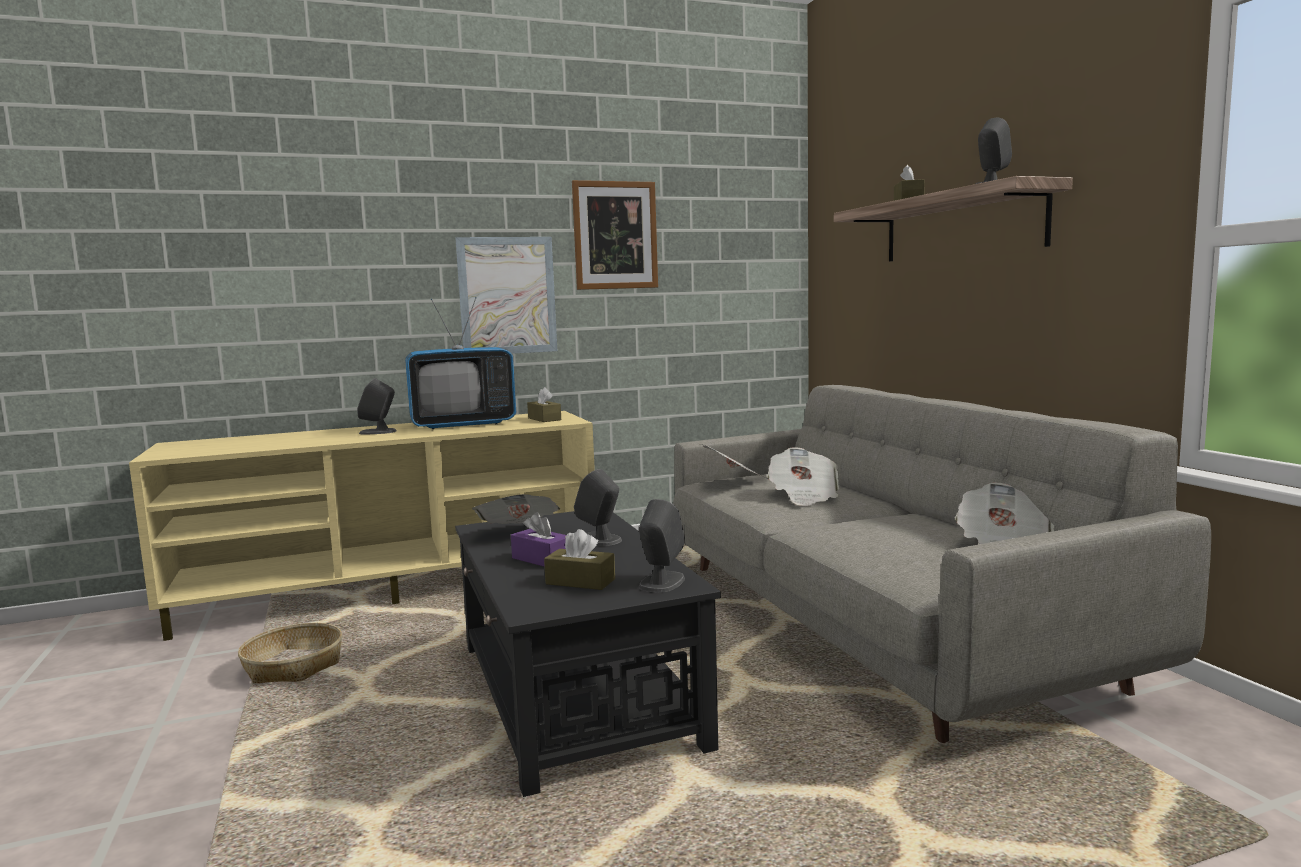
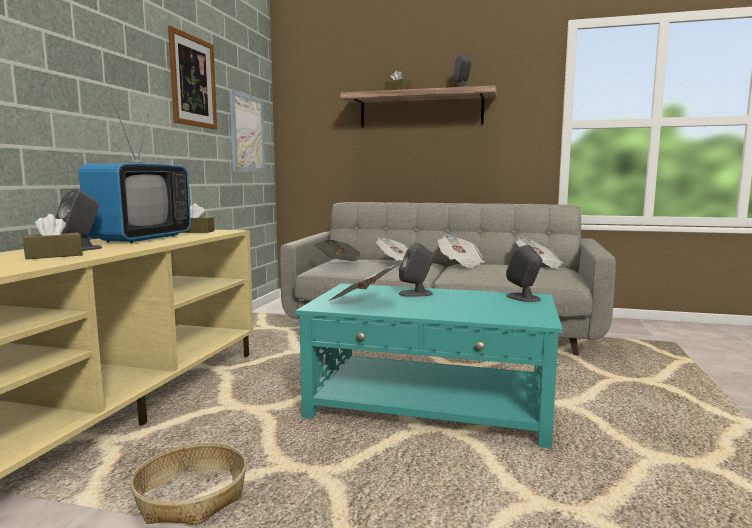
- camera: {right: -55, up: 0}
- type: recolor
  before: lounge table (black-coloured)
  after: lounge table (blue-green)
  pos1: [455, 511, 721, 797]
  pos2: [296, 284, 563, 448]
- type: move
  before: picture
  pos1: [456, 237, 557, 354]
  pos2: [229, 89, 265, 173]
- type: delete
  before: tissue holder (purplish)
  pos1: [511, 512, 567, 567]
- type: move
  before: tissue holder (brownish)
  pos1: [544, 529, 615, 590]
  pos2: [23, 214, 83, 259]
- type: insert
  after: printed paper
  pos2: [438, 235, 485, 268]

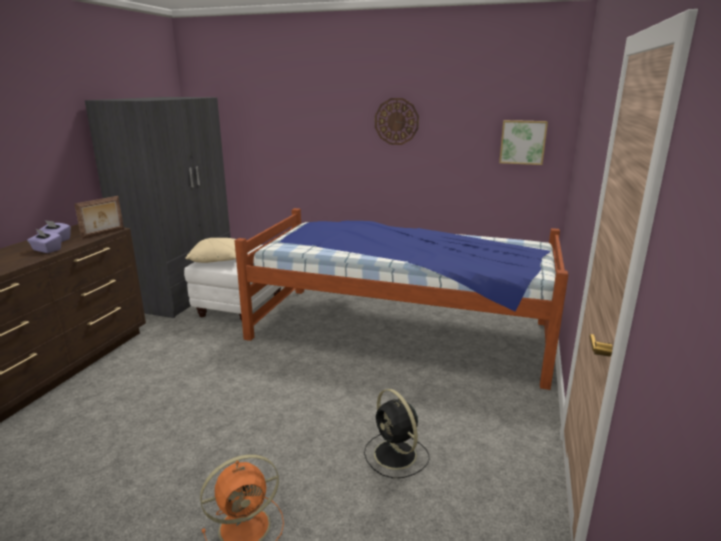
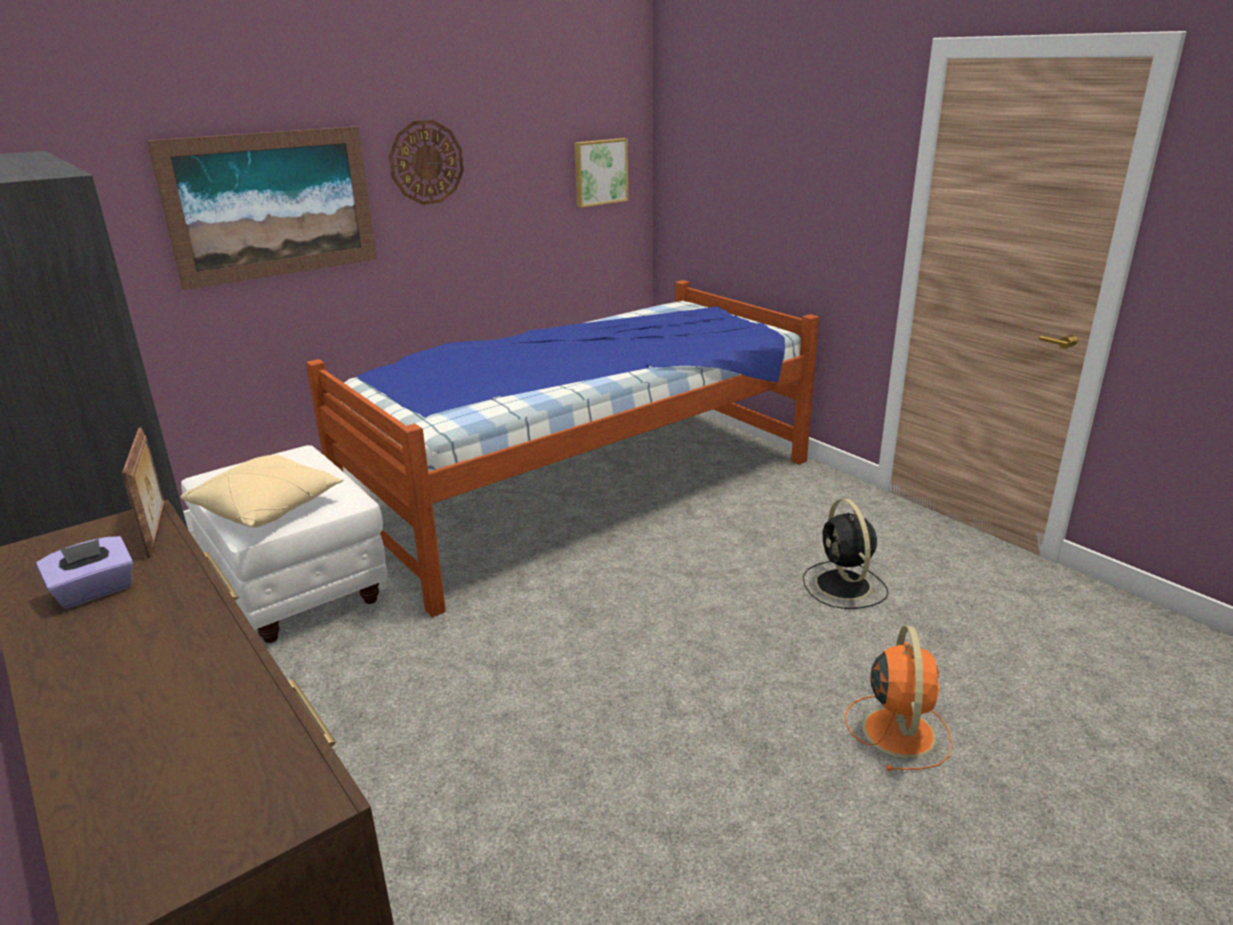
- camera: {right: -55, up: 5}
- type: delete
  before: tissue holder (purplish)
  pos1: [27, 229, 61, 253]
- type: rotate
  before: fan (black-coloured)
  pos1: [364, 389, 429, 478]
  pos2: [803, 499, 889, 609]
  turn: 75
- type: insert
  after: picture
  pos2: [147, 126, 377, 290]

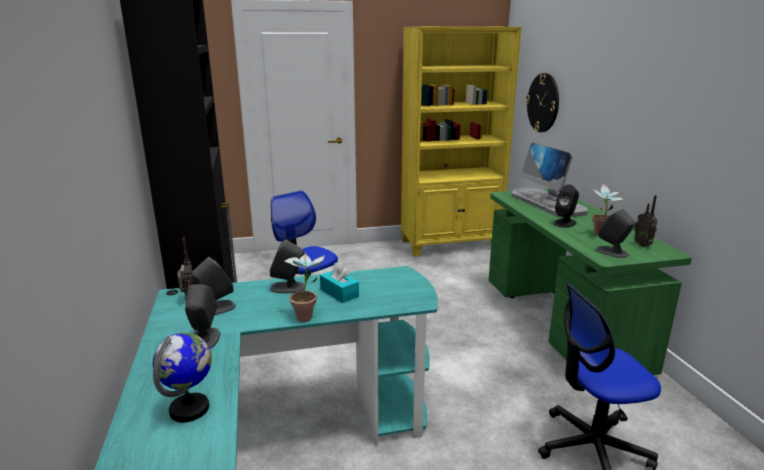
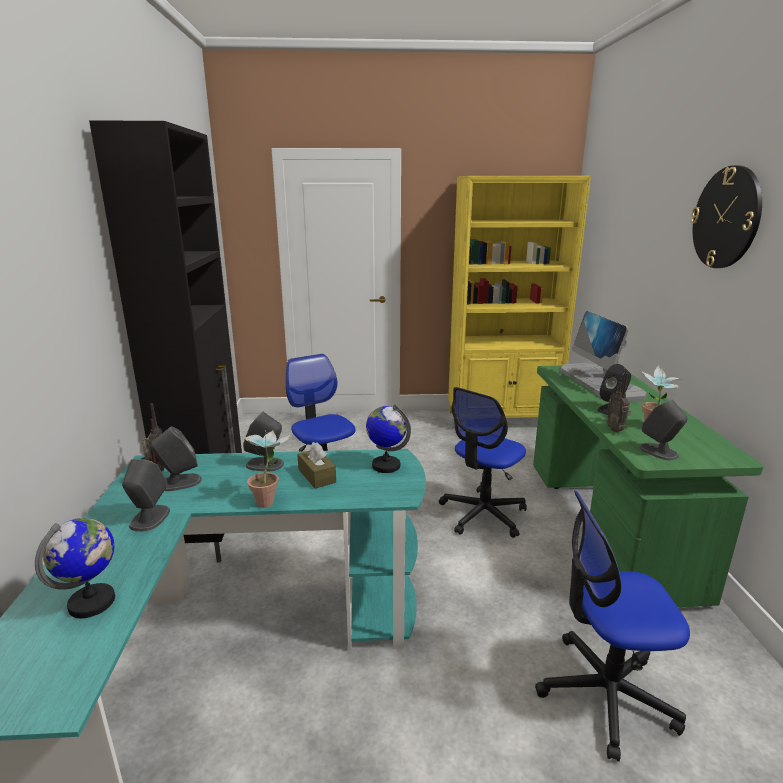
- camera: {right: 10, up: 0}
- type: recolor
  before: tissue holder (blue-green)
  after: tissue holder (brownish)
  pos1: [320, 263, 359, 303]
  pos2: [297, 442, 336, 488]
- type: move
  before: wall clock
  pos1: [526, 73, 559, 132]
  pos2: [691, 165, 762, 268]
- type: move
  before: radio set
  pos1: [634, 195, 657, 247]
  pos2: [607, 373, 631, 432]
- type: insert
  after: desk globe
  pos2: [366, 404, 411, 473]
- type: insert
  after: office chair
  pos2: [439, 387, 527, 538]

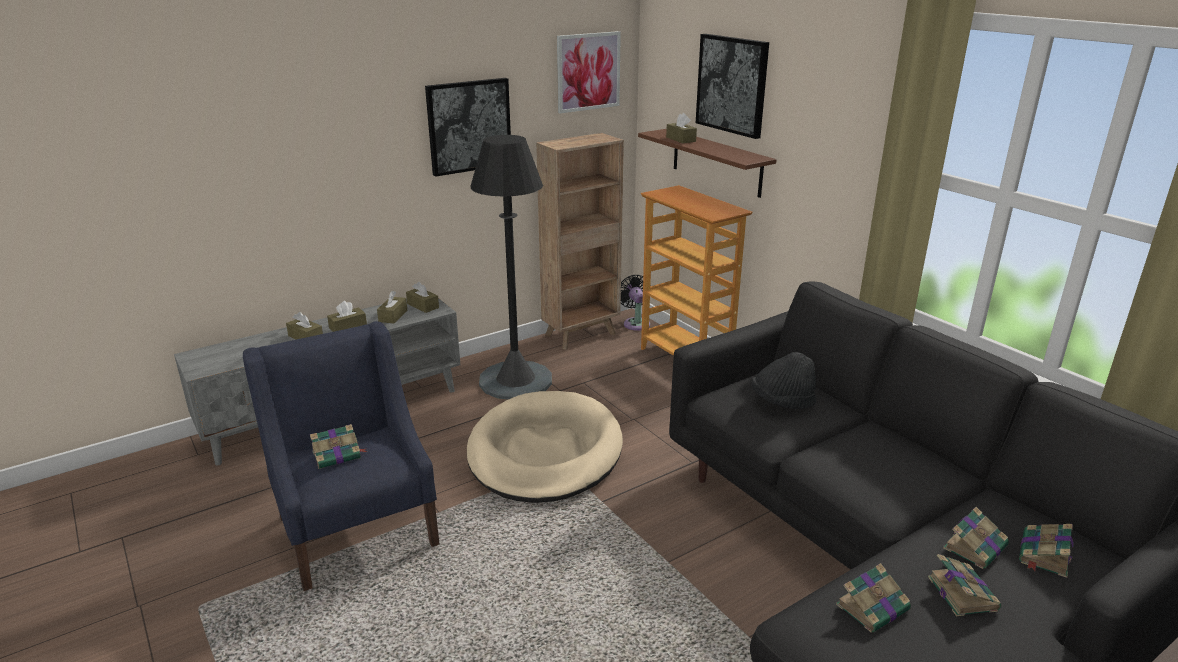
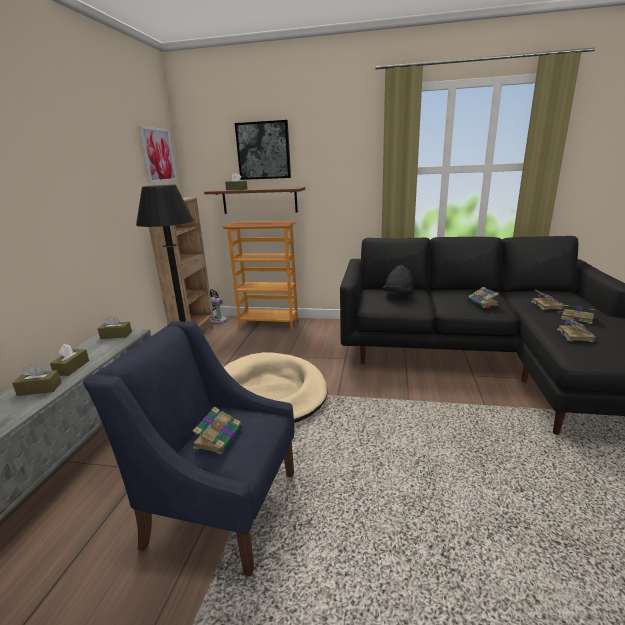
- camera: {right: -45, up: -5}
- type: delete
  before: tissue holder (brownish)
  pos1: [377, 291, 407, 324]
- type: delete
  before: picture
  pos1: [425, 78, 511, 177]
- type: move
  before: bound book
  pos1: [1019, 524, 1074, 578]
  pos2: [468, 287, 499, 308]

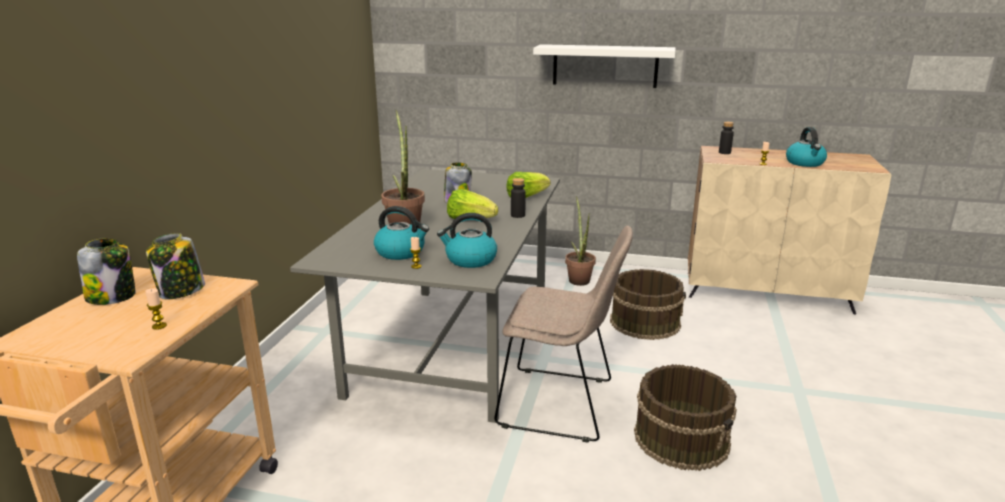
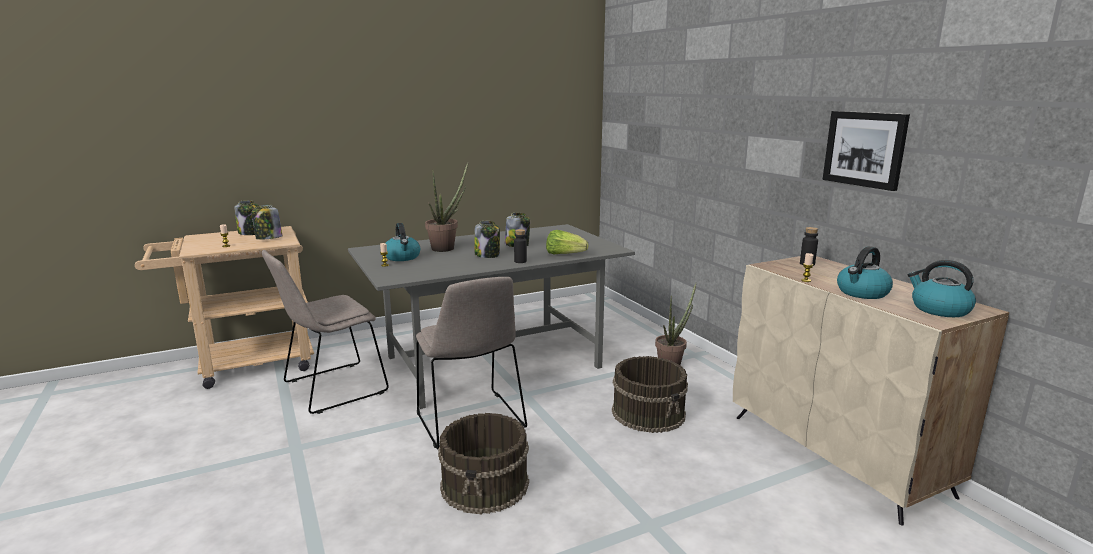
- camera: {right: 50, up: -5}
- type: move
  before: tea kettle
  pos1: [437, 213, 497, 268]
  pos2: [908, 260, 976, 317]
- type: replace
  before: lettuce head
  after: preserve jar
  pos1: [447, 189, 498, 219]
  pos2: [474, 221, 500, 258]
- type: delete
  before: bracket shelf (whitish)
  pos1: [533, 44, 675, 88]
- type: insert
  after: chair (beige-coloured)
  pos2: [262, 250, 389, 414]
- type: insert
  after: picture
  pos2: [822, 111, 910, 191]

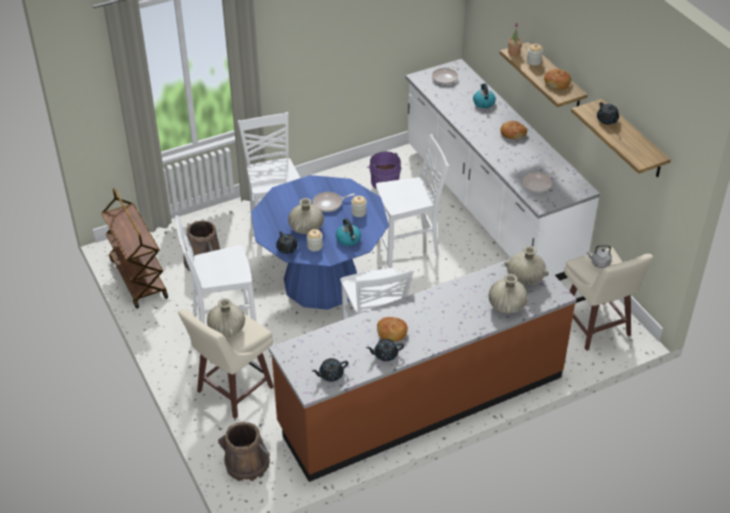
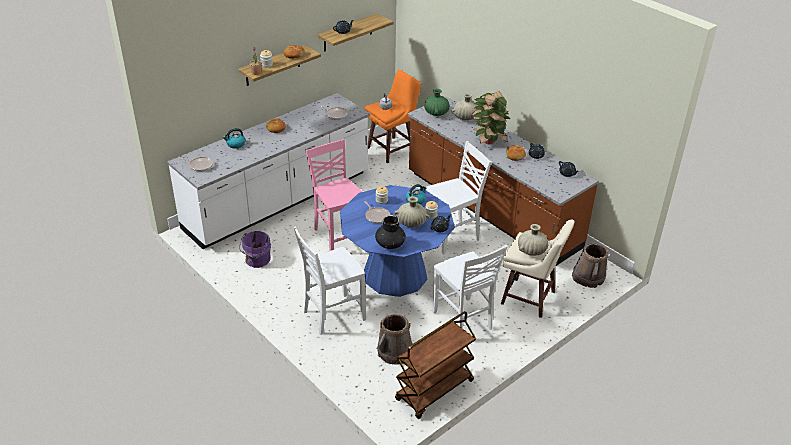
- camera: {right: -105, up: -5}
- type: recolor
  before: chair (whitish)
  after: chair (pink-coloured)
  pos1: [376, 134, 449, 267]
  pos2: [305, 139, 363, 251]
- type: recolor
  before: decorative vase (beige-coloured)
  after: decorative vase (green)
  pos1: [504, 246, 549, 285]
  pos2: [424, 89, 450, 116]
- type: recolor
  before: stool seat (beige-coloured)
  after: stool seat (orange)
  pos1: [564, 247, 653, 351]
  pos2: [365, 70, 421, 163]
- type: insert
  after: decorative vase (black-coloured)
  pos2: [375, 215, 406, 249]
- type: insert
  after: plant in a pot
  pos2: [472, 91, 511, 144]

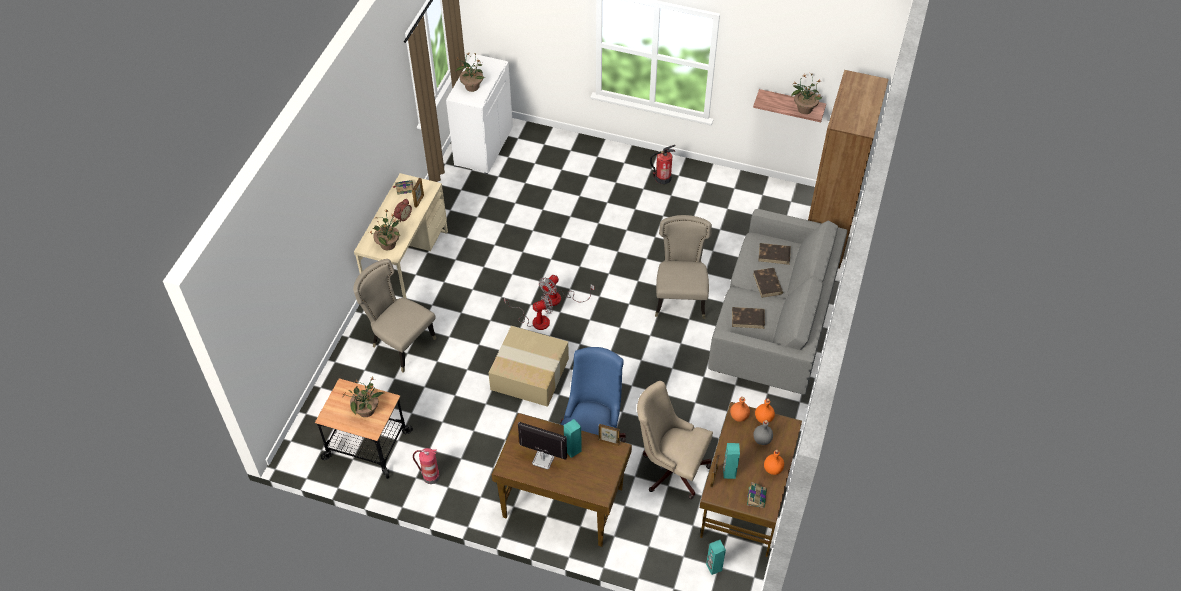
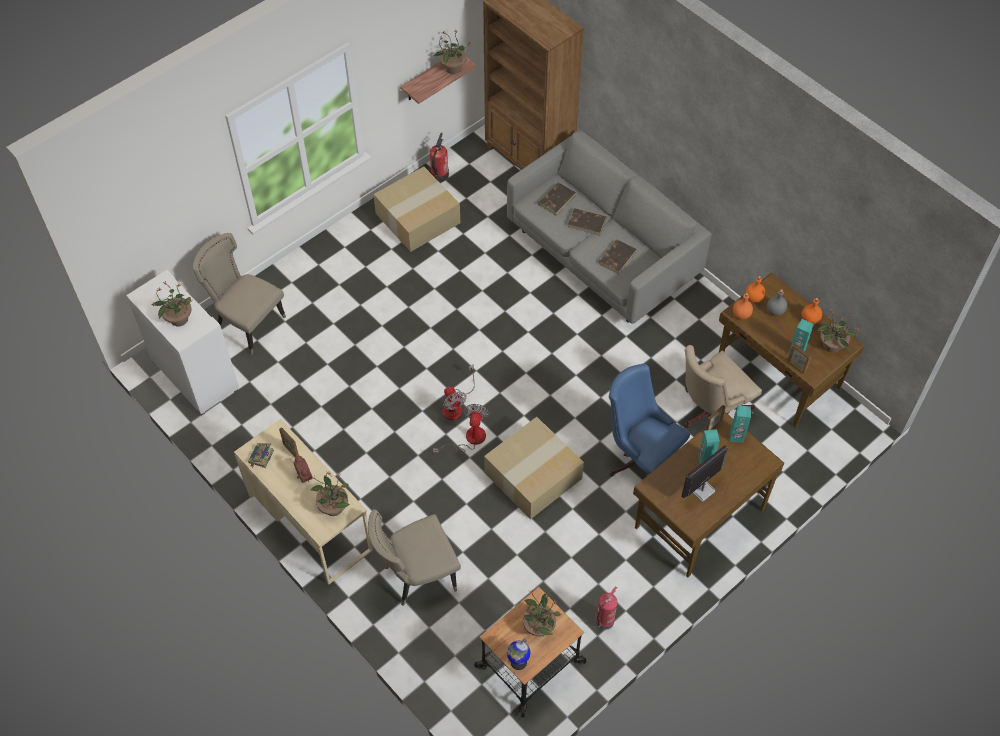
- camera: {right: -60, up: 5}
- type: move
  before: fire-fighting cylinder
  pos1: [650, 145, 676, 184]
  pos2: [430, 133, 449, 182]
- type: move
  before: chair (beige-coloured)
  pos1: [655, 215, 712, 319]
  pos2: [193, 233, 286, 355]
- type: move
  before: audio speaker (blue-green)
  pos1: [706, 540, 726, 575]
  pos2: [730, 405, 751, 443]
- type: replace
  before: bound book
  after: plant in a pot
  pos1: [747, 482, 767, 508]
  pos2: [817, 310, 860, 353]
- type: insert
  after: carton
  pos2: [373, 166, 460, 252]
- type: insert
  after: desk globe
  pos2: [507, 639, 530, 670]

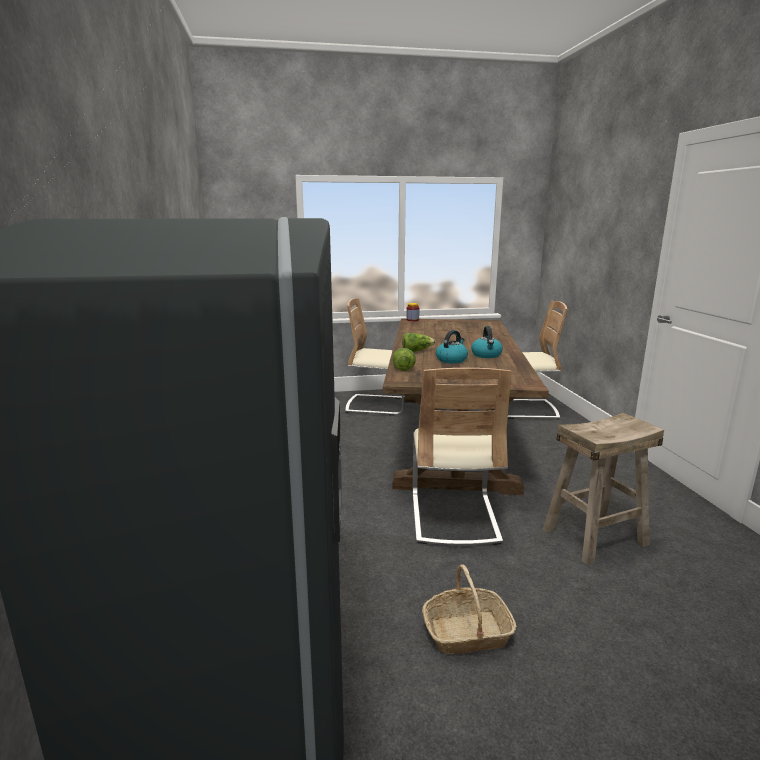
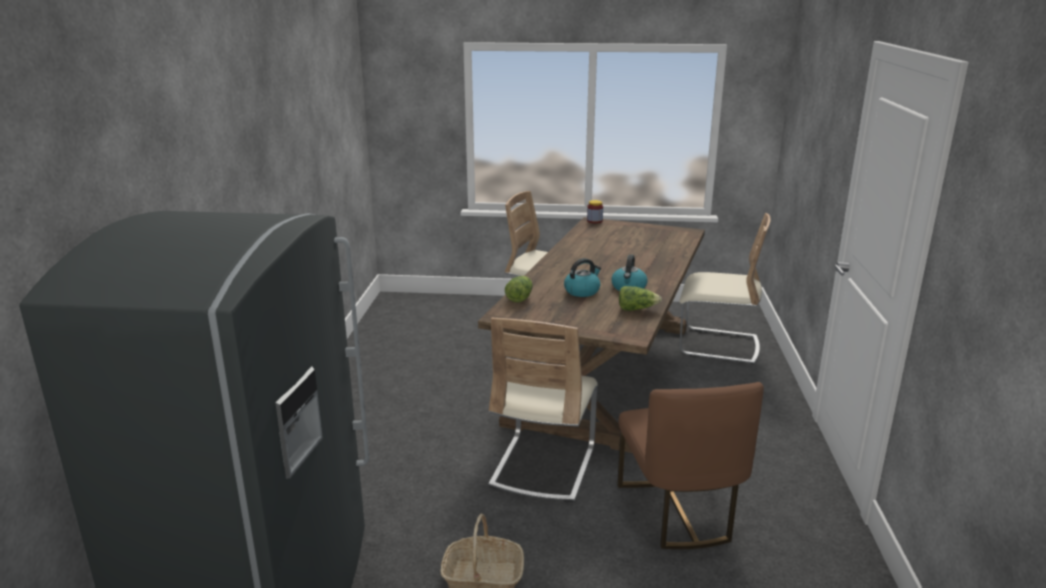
- camera: {right: 15, up: 5}
- type: move
  before: lettuce head
  pos1: [402, 333, 435, 352]
  pos2: [619, 286, 662, 311]
- type: replace
  before: stool seat (beige-coloured)
  after: chair (brownish)
  pos1: [543, 413, 664, 565]
  pos2: [617, 382, 764, 549]

